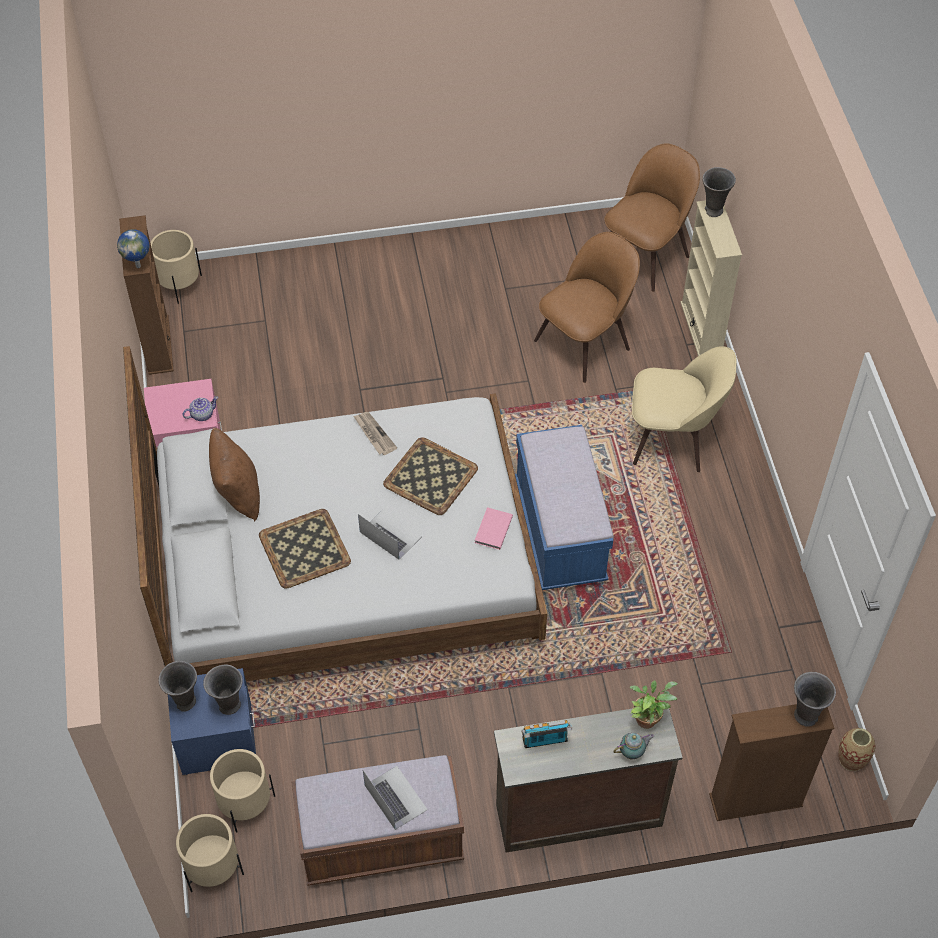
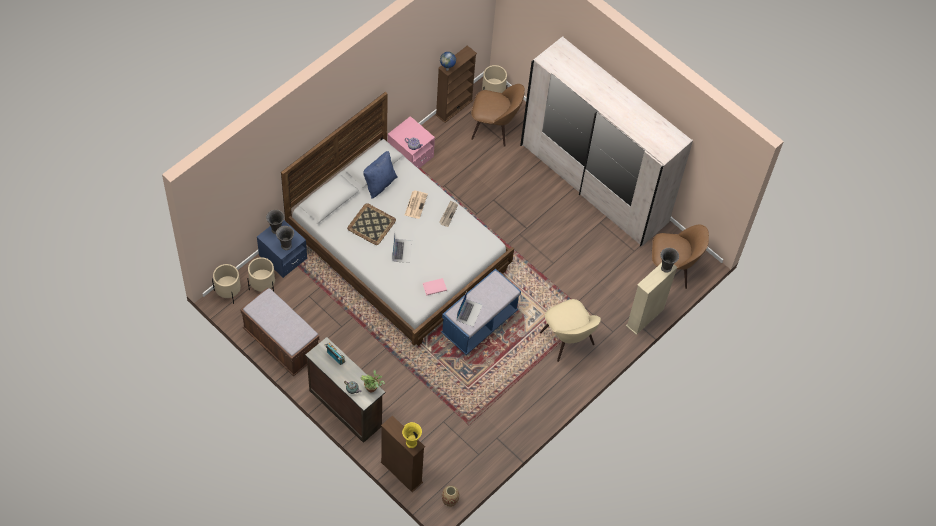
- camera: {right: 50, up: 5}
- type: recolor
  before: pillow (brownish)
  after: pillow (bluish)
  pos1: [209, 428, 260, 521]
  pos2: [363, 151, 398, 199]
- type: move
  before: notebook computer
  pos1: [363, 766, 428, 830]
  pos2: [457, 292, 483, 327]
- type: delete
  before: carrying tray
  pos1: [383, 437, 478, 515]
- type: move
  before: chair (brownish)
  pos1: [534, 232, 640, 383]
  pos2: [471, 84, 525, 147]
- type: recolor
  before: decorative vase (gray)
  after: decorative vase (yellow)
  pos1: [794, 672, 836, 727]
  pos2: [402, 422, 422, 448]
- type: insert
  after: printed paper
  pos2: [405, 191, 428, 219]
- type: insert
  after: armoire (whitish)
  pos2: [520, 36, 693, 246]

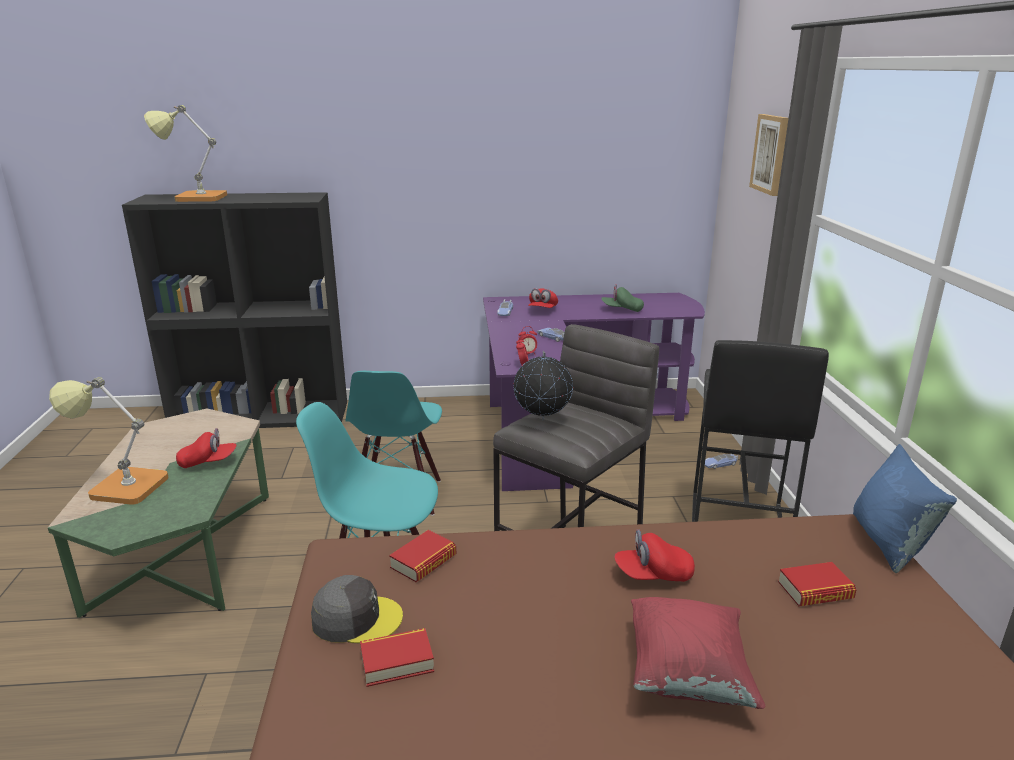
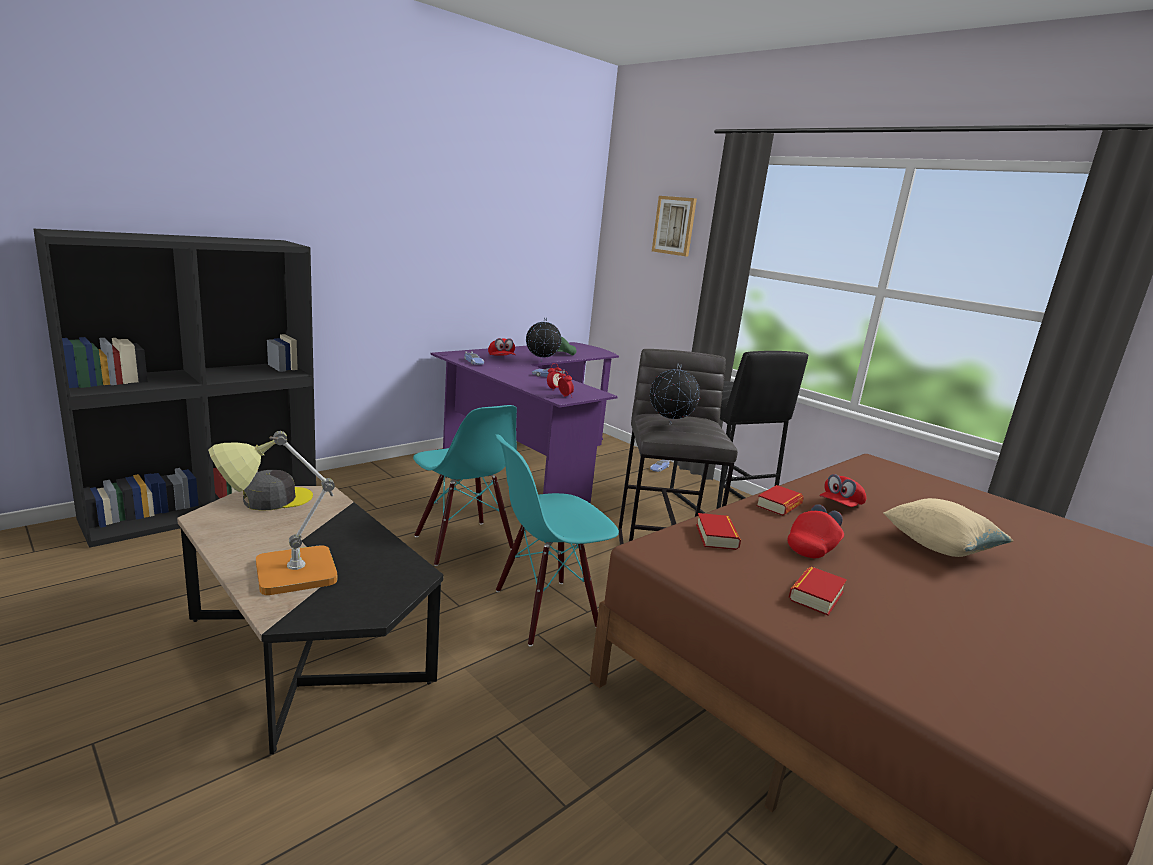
- camera: {right: -40, up: -5}
- type: recolor
  before: lounge table (green)
  after: lounge table (black-coloured)
  pos1: [48, 408, 269, 618]
  pos2: [177, 486, 443, 754]
- type: delete
  before: tabletop lamp
  pos1: [144, 105, 227, 202]
- type: move
  before: peaked cap (reddish)
  pos1: [176, 428, 237, 468]
  pos2: [788, 504, 844, 558]
- type: move
  before: peaked cap (gray)
  pos1: [311, 575, 403, 643]
  pos2: [243, 470, 313, 511]
- type: recolor
  before: pillow (reddish)
  after: pillow (beige-coloured)
  pos1: [631, 597, 766, 709]
  pos2: [883, 498, 1013, 557]
- type: move
  before: bound book
  pos1: [778, 562, 856, 606]
  pos2: [756, 485, 804, 516]
- type: delete
  before: pillow (bluish)
  pos1: [853, 444, 957, 573]
- type: insert
  after: desk globe
  pos2: [526, 318, 561, 362]

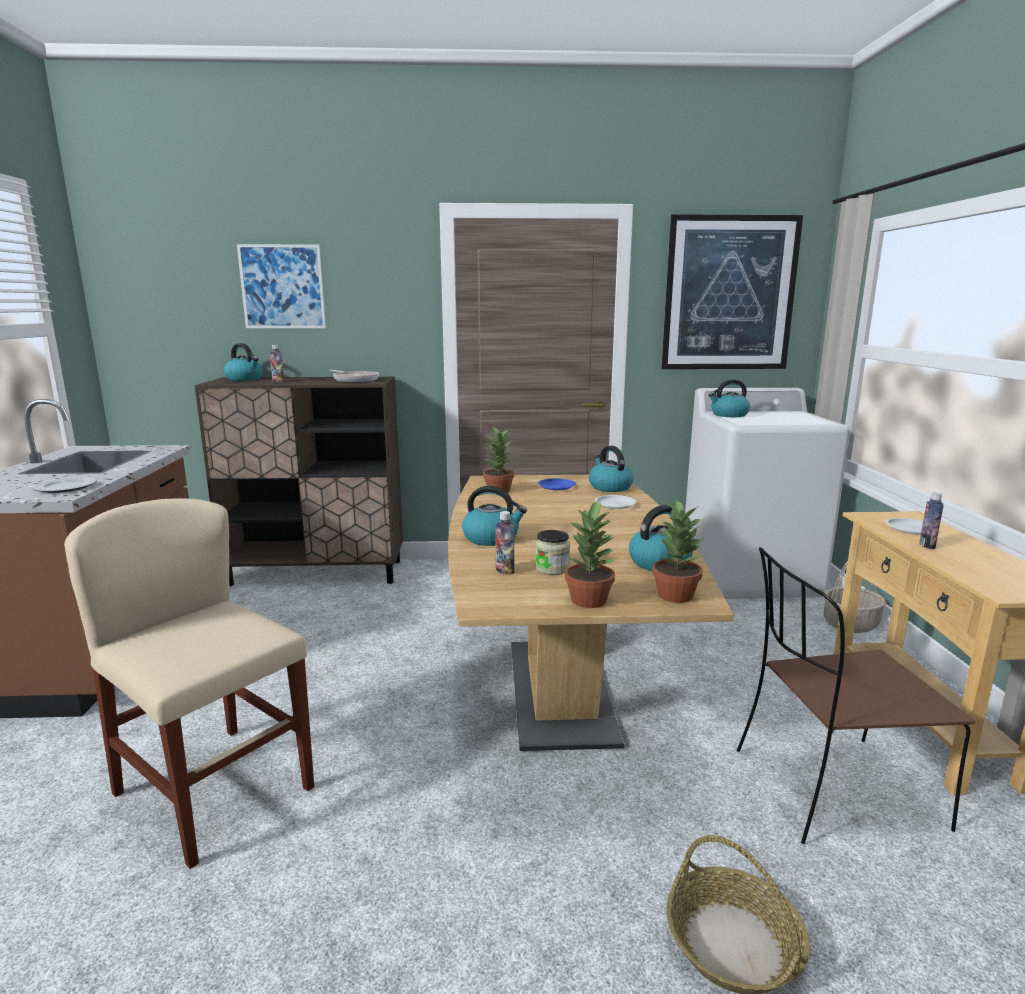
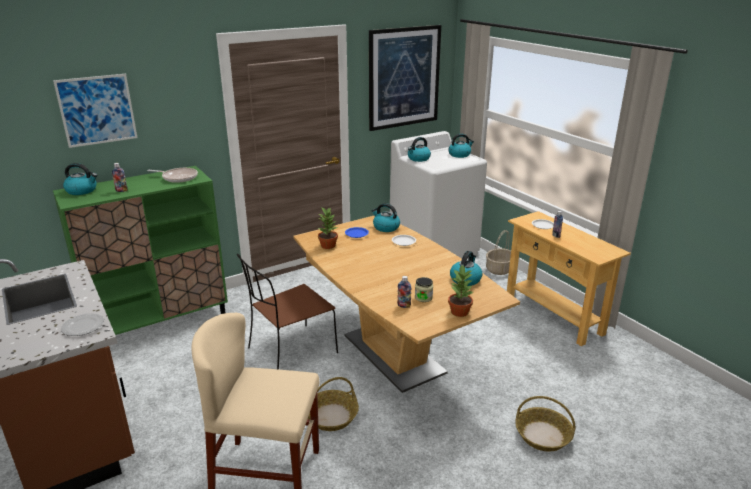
- camera: {right: -30, up: 10}
- type: recolor
  before: storage cabinet (brownish)
  after: storage cabinet (green)
  pos1: [194, 377, 403, 586]
  pos2: [53, 166, 228, 335]
- type: move
  before: tea kettle
  pos1: [462, 486, 527, 546]
  pos2: [448, 134, 474, 158]
- type: delete
  before: plant in a pot
  pos1: [652, 499, 705, 603]
- type: move
  before: chair (brownish)
  pos1: [737, 547, 975, 844]
  pos2: [237, 254, 338, 370]
- type: insert
  after: household basket
  pos2: [308, 377, 359, 431]

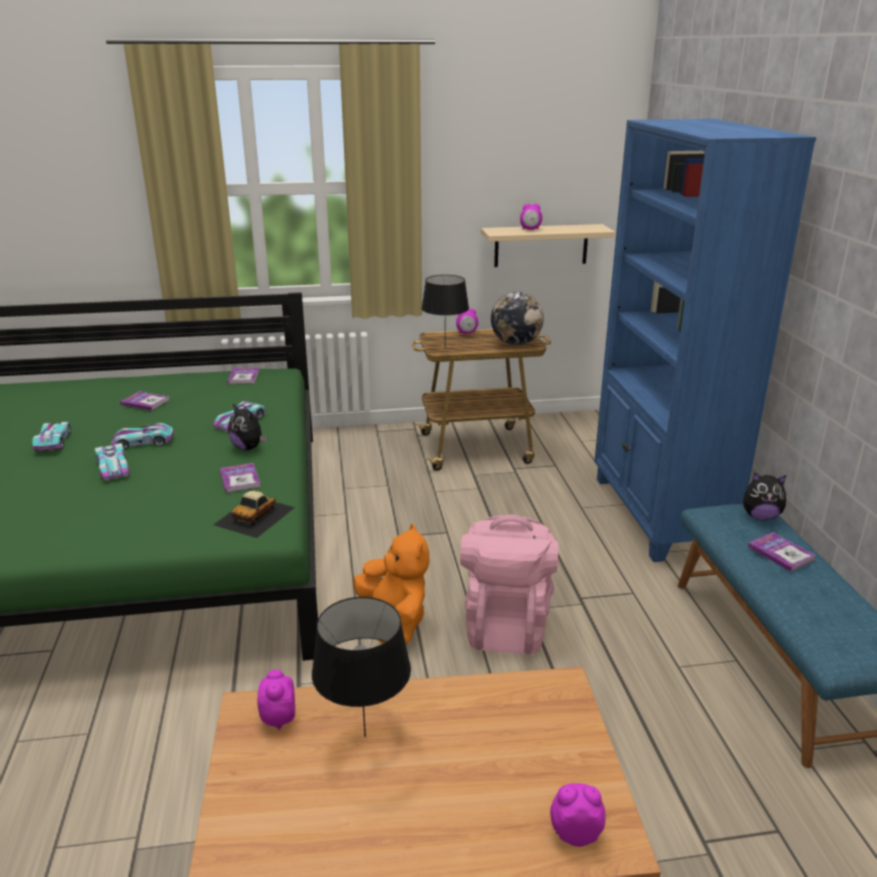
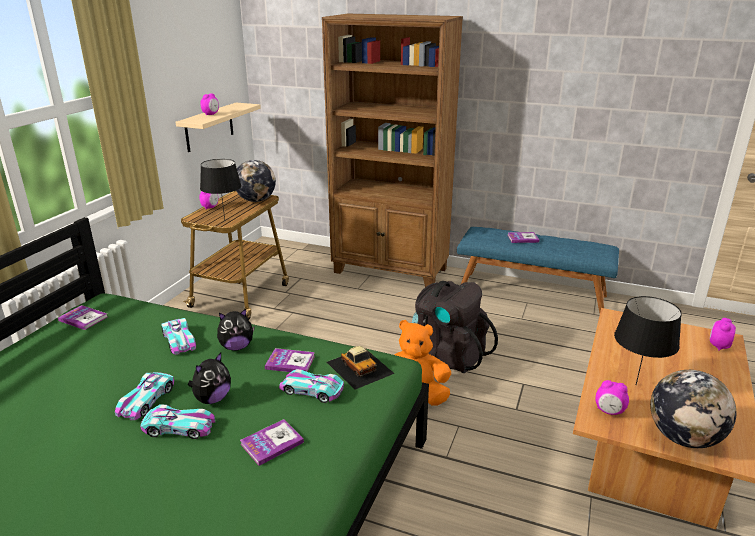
- camera: {right: -60, up: 0}
- type: move
  before: miniature car
  pos1: [33, 422, 71, 451]
  pos2: [279, 369, 344, 403]
- type: move
  before: bound book
  pos1: [120, 391, 169, 411]
  pos2: [240, 419, 304, 466]
- type: recolor
  before: backpack (pink-coloured)
  after: backpack (black-coloured)
  pos1: [460, 514, 558, 654]
  pos2: [412, 281, 498, 373]
- type: recolor
  before: bookcase (bluish)
  after: bookcase (brownish)
  pos1: [594, 119, 816, 562]
  pos2: [322, 14, 463, 287]
- type: move
  before: soft toy
  pos1: [743, 473, 786, 521]
  pos2: [188, 353, 231, 404]
- type: insert
  after: desk globe
  pos2: [650, 370, 736, 448]

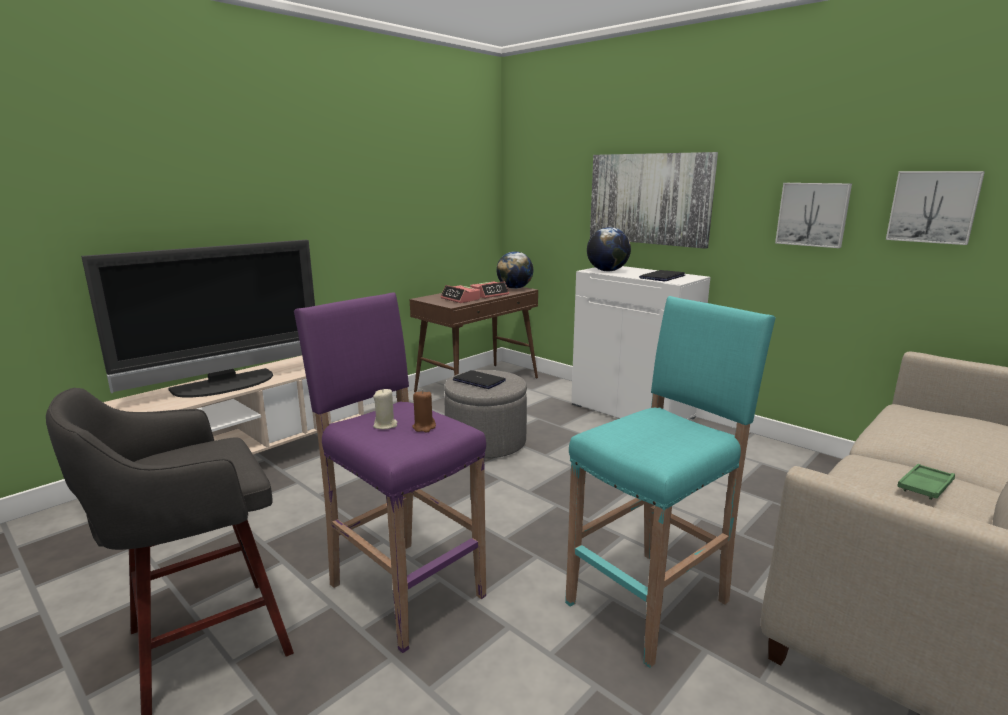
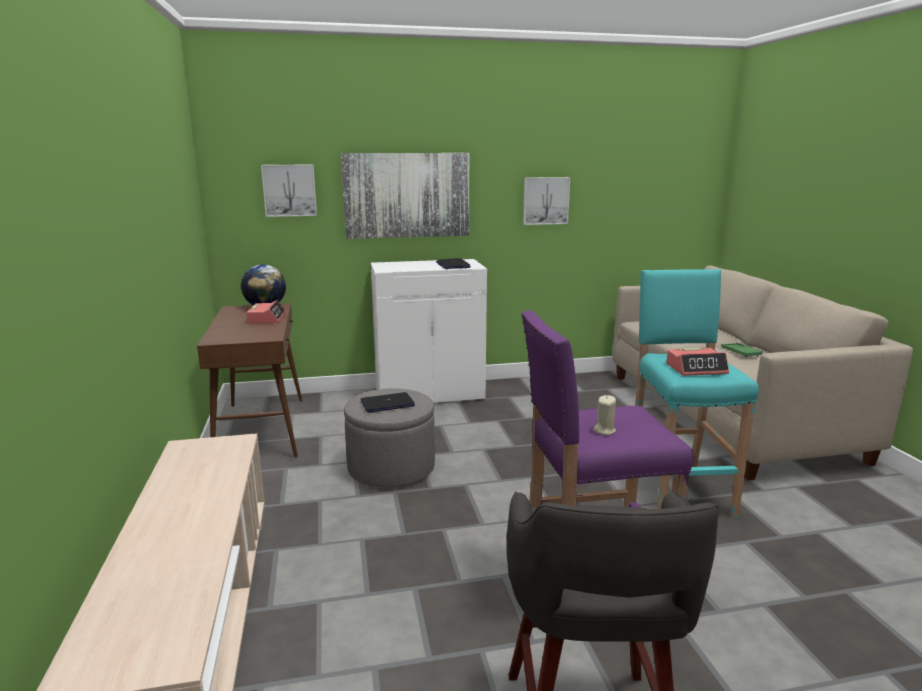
- camera: {right: -55, up: 0}
- type: delete
  before: TV
  pos1: [81, 240, 315, 397]
- type: delete
  before: wax candle (brownish)
  pos1: [412, 390, 436, 432]
- type: move
  before: bedside clock
  pos1: [441, 285, 480, 303]
  pos2: [666, 348, 729, 376]
- type: delete
  before: desk globe
  pos1: [587, 227, 631, 271]
- type: move
  before: picture
  pos1: [886, 171, 985, 245]
  pos2: [261, 165, 317, 217]

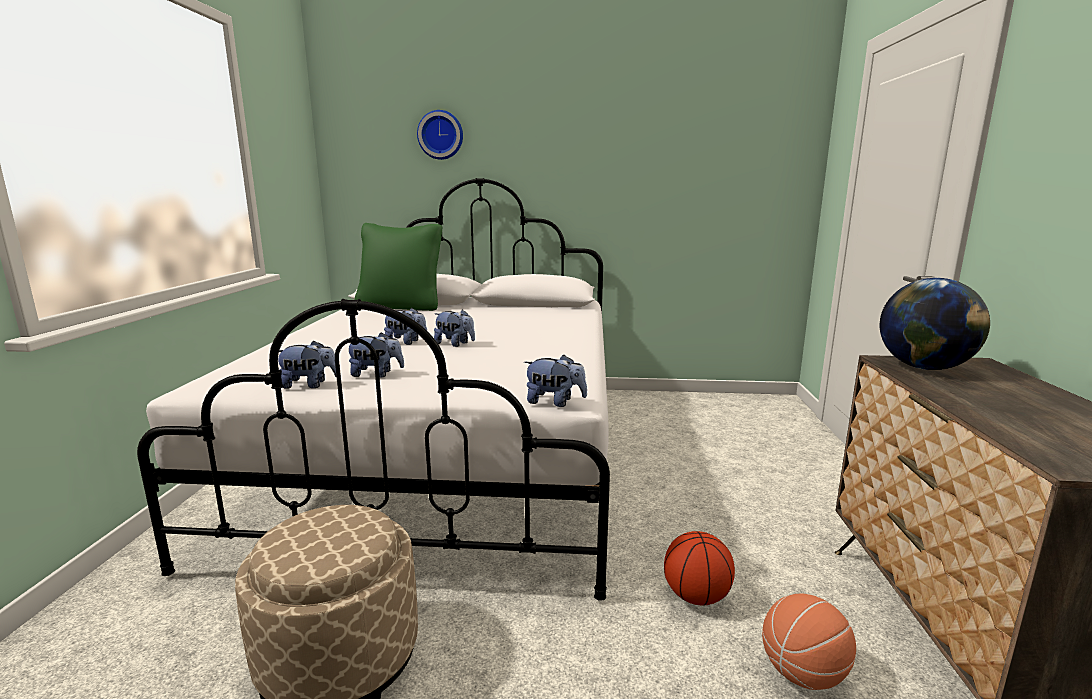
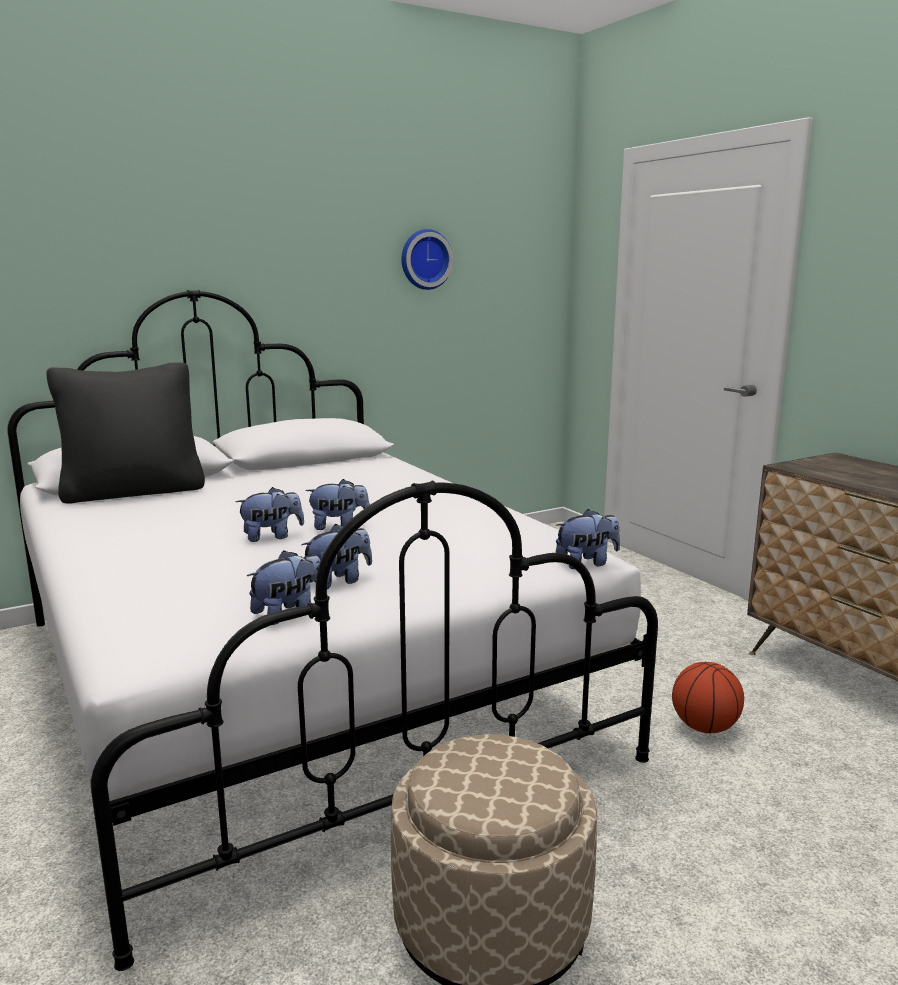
- camera: {right: -35, up: 0}
- type: recolor
  before: pillow (green)
  after: pillow (black-coloured)
  pos1: [354, 223, 442, 311]
  pos2: [46, 362, 205, 504]
- type: move
  before: wall clock
  pos1: [417, 110, 463, 160]
  pos2: [401, 229, 453, 290]
- type: delete
  before: ball for basketball
  pos1: [762, 594, 856, 690]
- type: delete
  before: desk globe
  pos1: [880, 278, 990, 370]

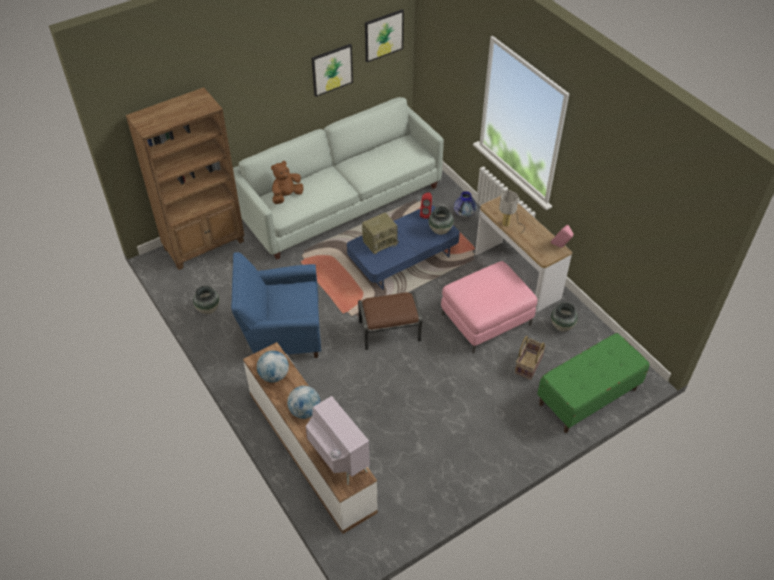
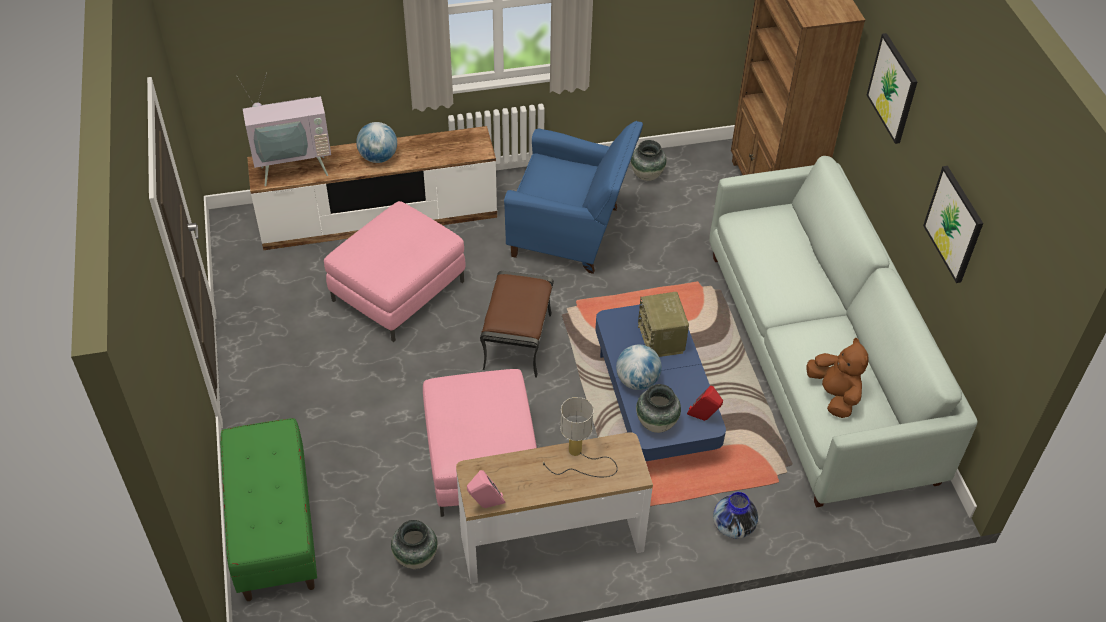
- camera: {right: 110, up: 0}
- type: rotate
  before: lounge chair (bluish)
  pos1: [231, 252, 321, 358]
  pos2: [504, 121, 643, 274]
  turn: 90
- type: move
  before: desk globe
  pos1: [257, 350, 289, 382]
  pos2: [616, 345, 662, 390]
- type: move
  before: soft toy (brownish)
  pos1: [271, 161, 303, 204]
  pos2: [806, 338, 868, 418]
- type: move
  before: picture
  pos1: [365, 9, 404, 62]
  pos2: [867, 33, 918, 144]
- type: delete
  before: household basket
  pos1: [515, 336, 546, 380]
- type: insert
  after: ottoman (pink-coloured)
  pos2: [324, 201, 465, 342]

